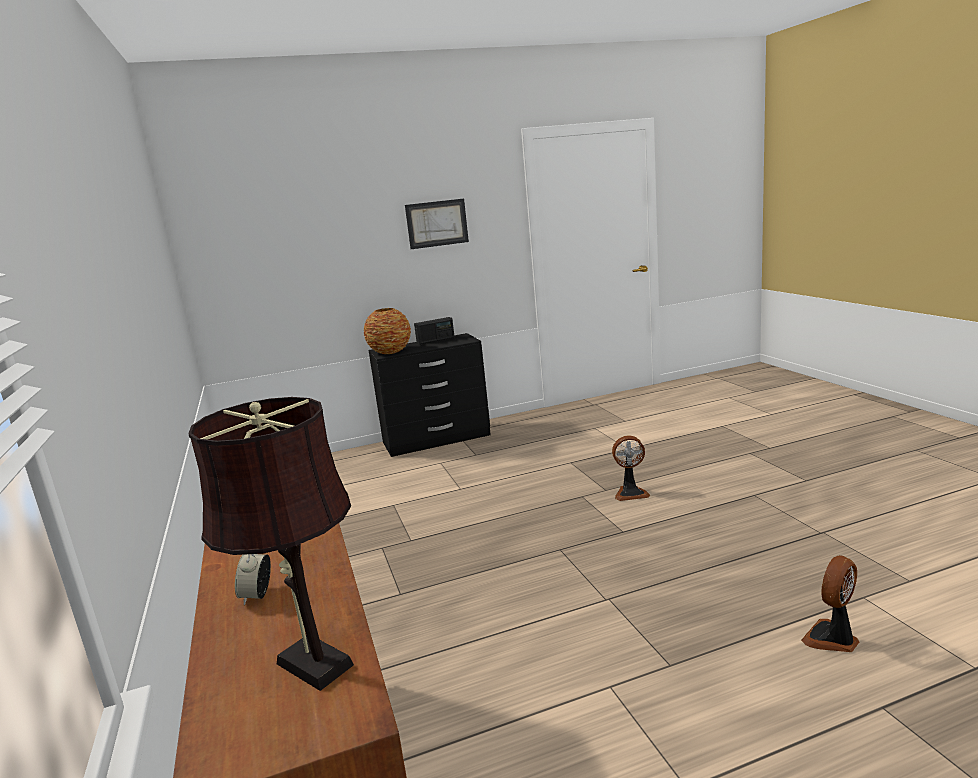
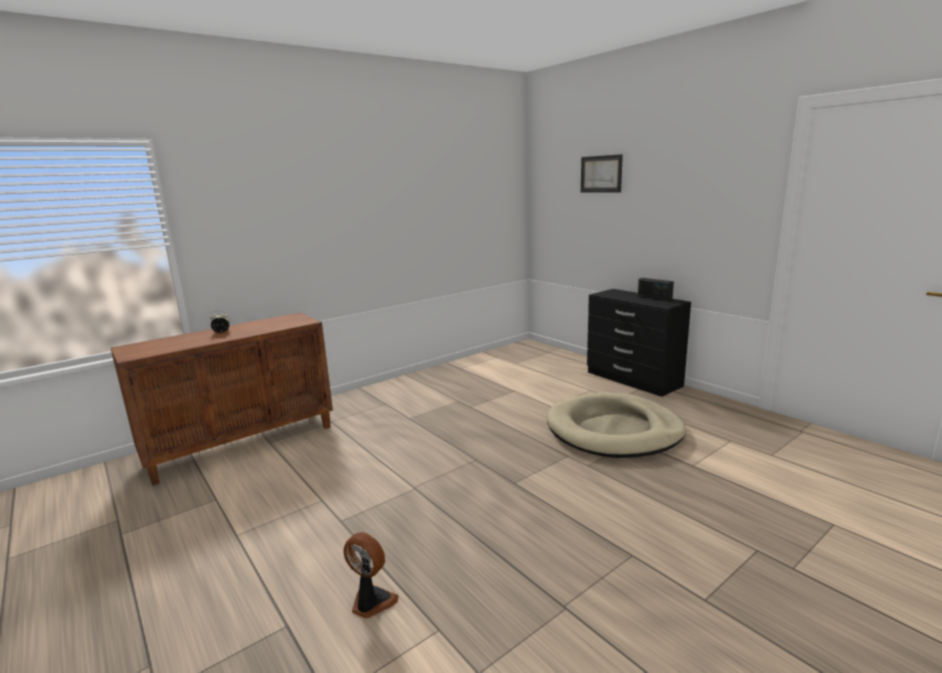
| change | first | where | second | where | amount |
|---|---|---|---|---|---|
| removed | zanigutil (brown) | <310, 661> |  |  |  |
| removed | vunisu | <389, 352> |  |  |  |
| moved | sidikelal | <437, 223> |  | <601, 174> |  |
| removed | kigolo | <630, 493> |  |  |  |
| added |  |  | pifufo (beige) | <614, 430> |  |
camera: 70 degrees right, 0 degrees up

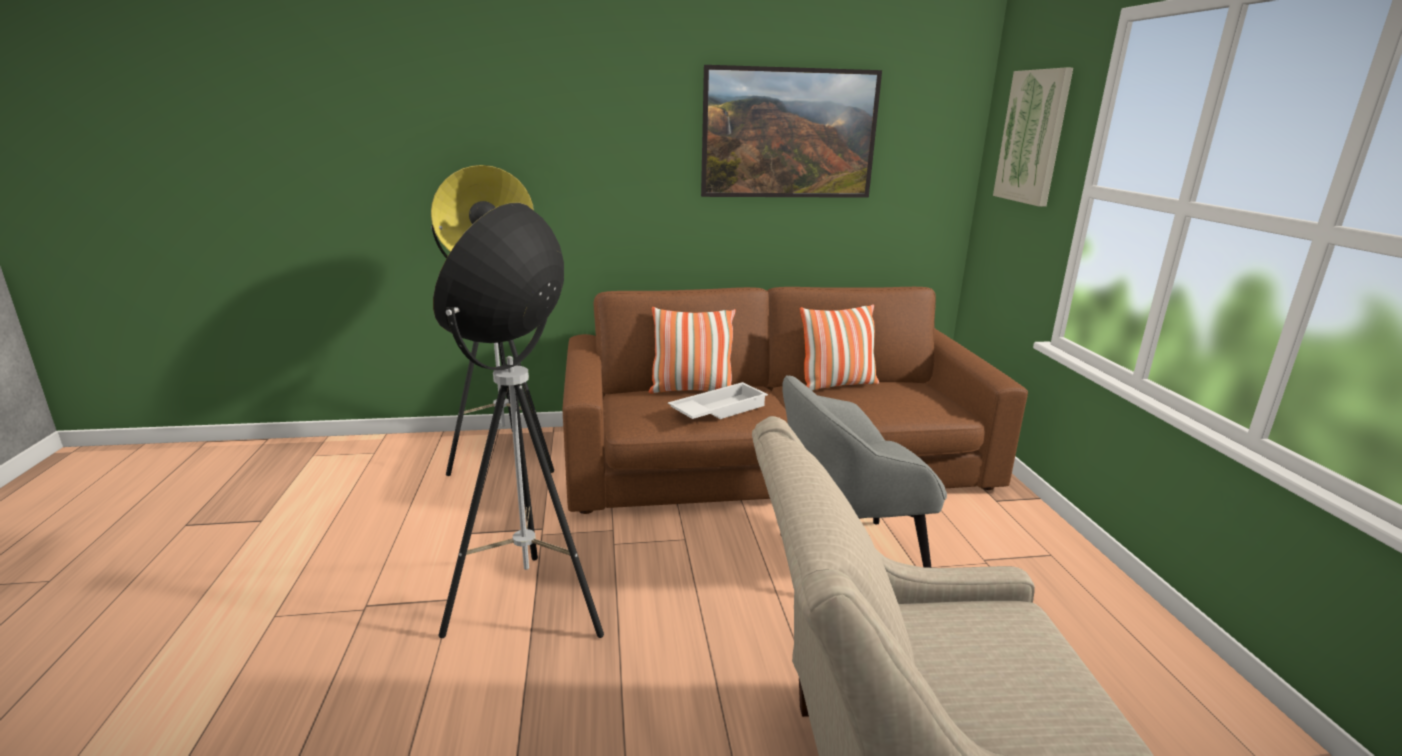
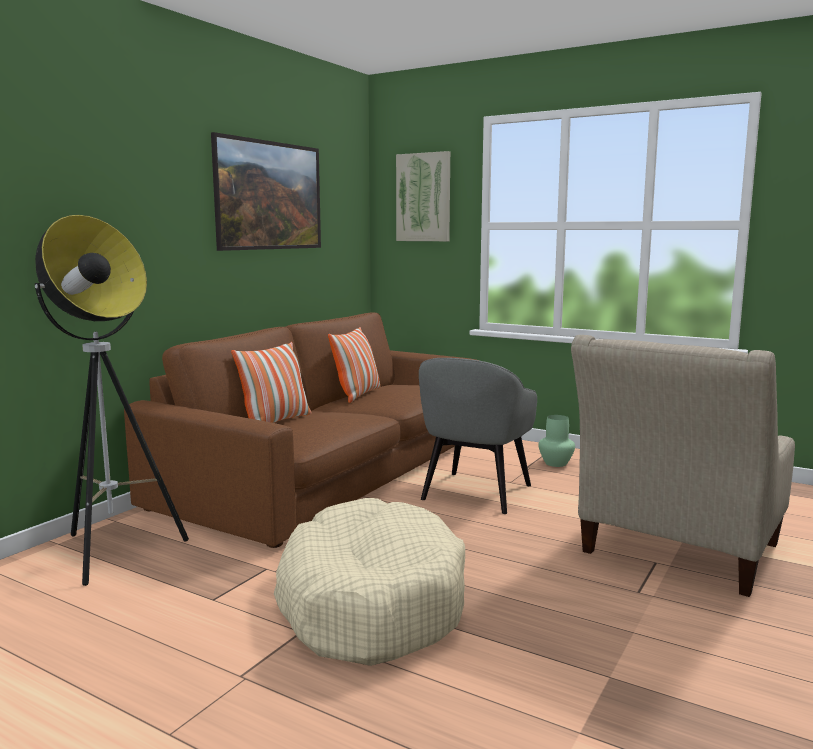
| change | first | where | second | where | amount |
|---|---|---|---|---|---|
| replaced | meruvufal | <530, 610> | pifufo (beige) | <370, 603> |  |
| removed | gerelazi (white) | <718, 409> |  |  |  |
| added |  |  | vunisu (green) | <556, 463> |  |
camera: 50 degrees left, 10 degrees down

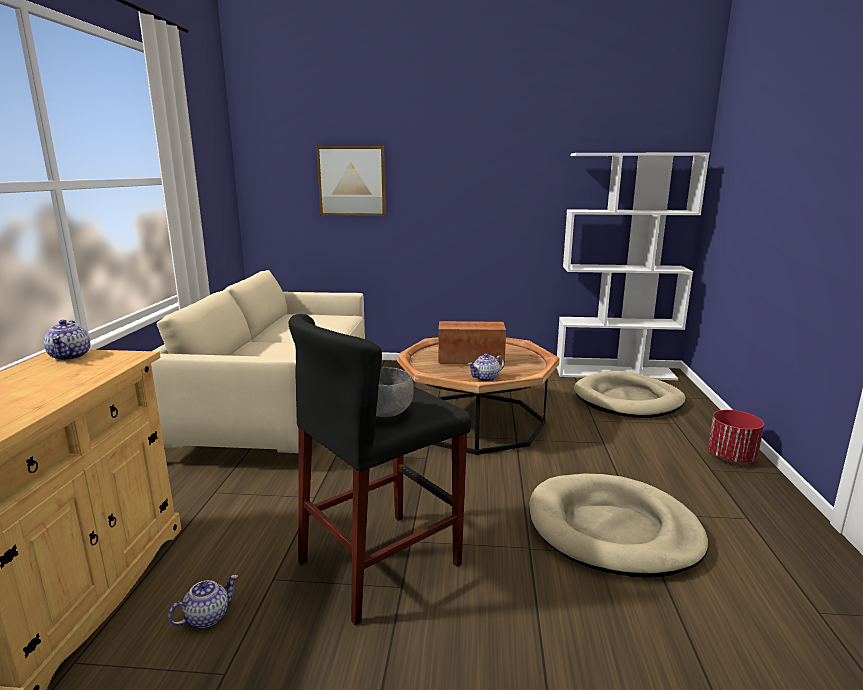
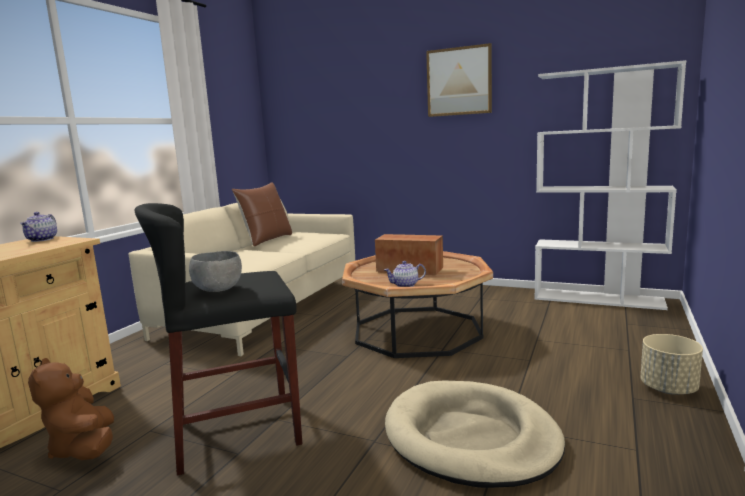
| change | first | where | second | where | amount |
|---|---|---|---|---|---|
| replaced | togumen | <207, 616> | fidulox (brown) | <84, 448> |  |
| moved | sidikelal | <352, 181> |  | <459, 81> |  |
| removed | pifufo (beige) | <628, 400> |  |  |  |
| recoloured | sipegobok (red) | <731, 458> | sipegobok (beige) | <669, 389> |  |
| added |  |  | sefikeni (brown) | <266, 240> |  |
camera: 20 degrees right, 5 degrees down

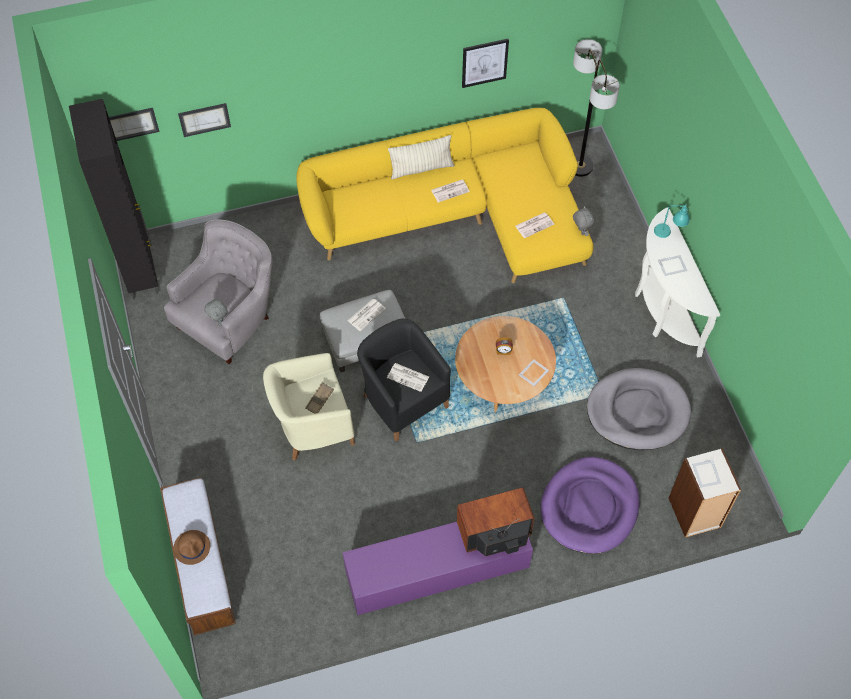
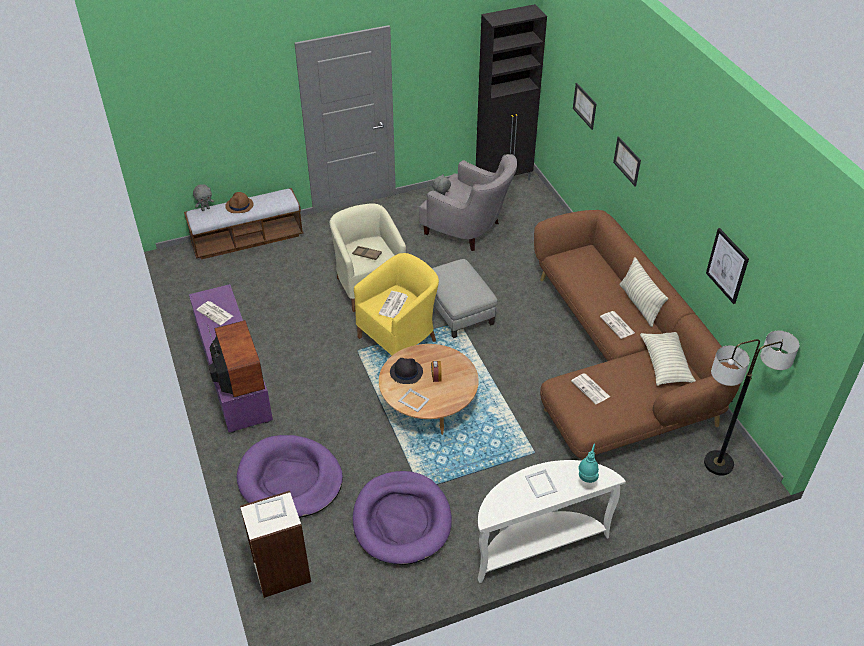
| change | first | where | second | where | amount |
|---|---|---|---|---|---|
| moved | sidikelal | <131, 124> |  | <627, 161> |  |
| recoloured | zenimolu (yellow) | <457, 215> | zenimolu (brown) | <617, 363> |  |
| moved | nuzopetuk | <366, 314> |  | <215, 313> |  |
| recoloured | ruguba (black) | <403, 400> | ruguba (yellow) | <399, 339> |  |
| moved | fidulox (grey) | <580, 231> |  | <205, 209> |  |
| recoloured | pifufo (grey) | <637, 411> | pifufo (purple) | <401, 520> |  |
| added |  |  | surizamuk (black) | <406, 372> |  |
| added |  |  | sefikeni | <665, 365> |  |
camera: 85 degrees right, 15 degrees down

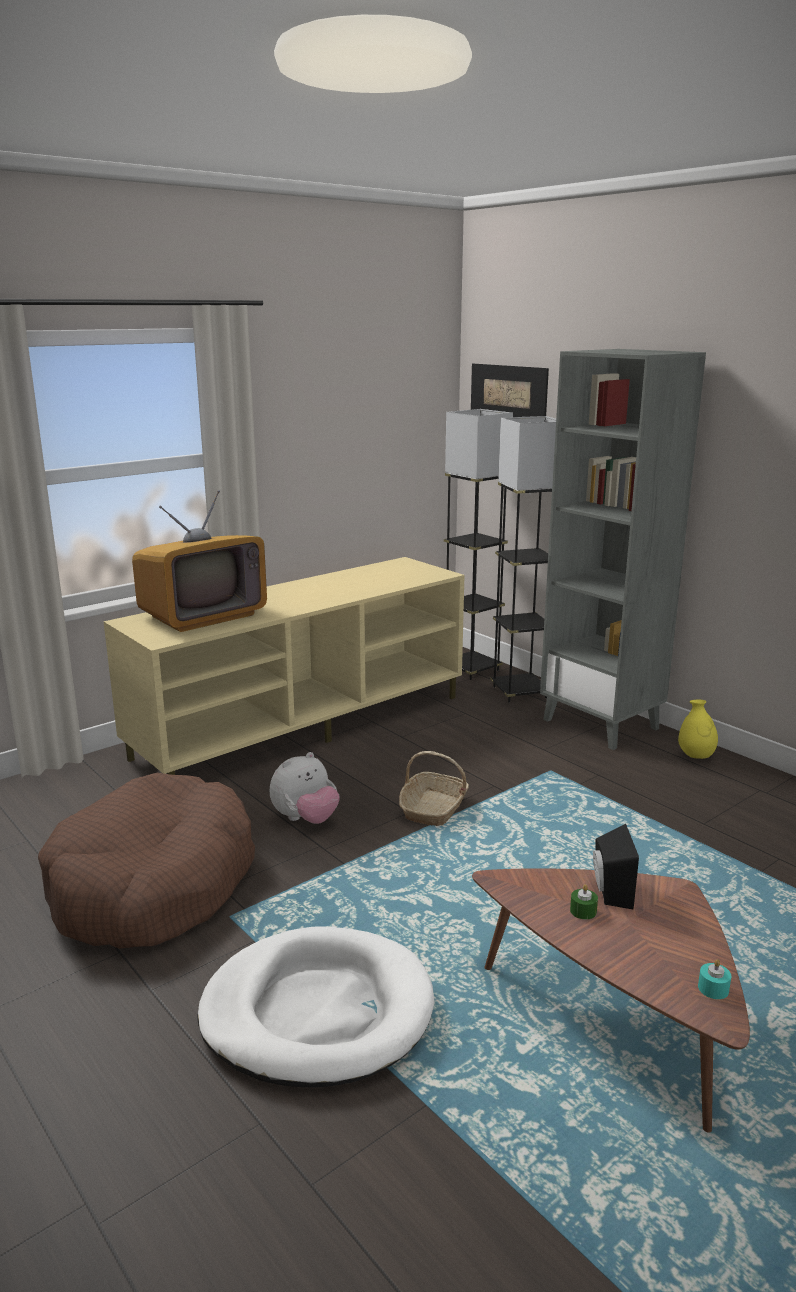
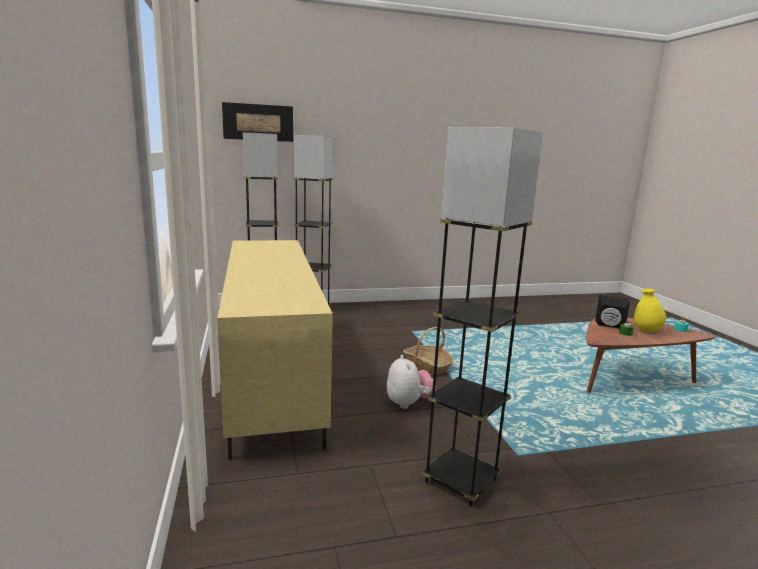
| change | first | where | second | where | amount |
|---|---|---|---|---|---|
| replaced | pifufo (brown) | <153, 884> | meruvufal (grey) | <460, 481> |  |
| removed | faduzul | <203, 616> |  |  |  |
| removed | pifufo (white) | <317, 1012> |  |  |  |
| removed | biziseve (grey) | <601, 724> |  |  |  |
| moved | vunisu (yellow) | <695, 756> |  | <646, 331> |  |
camera: 65 degrees left, 5 degrees down

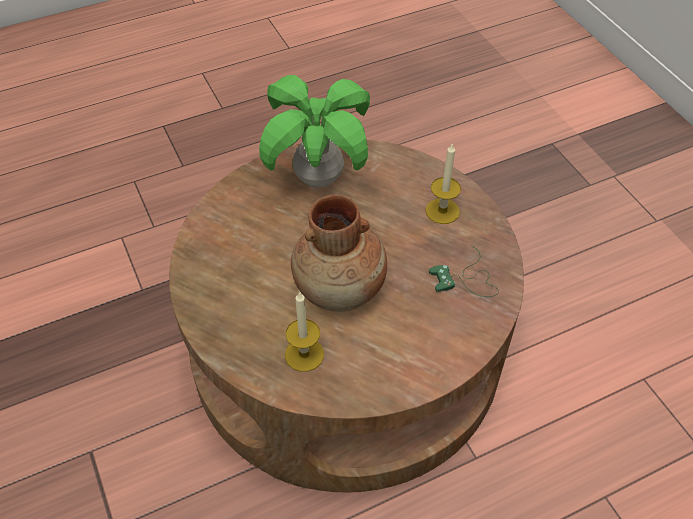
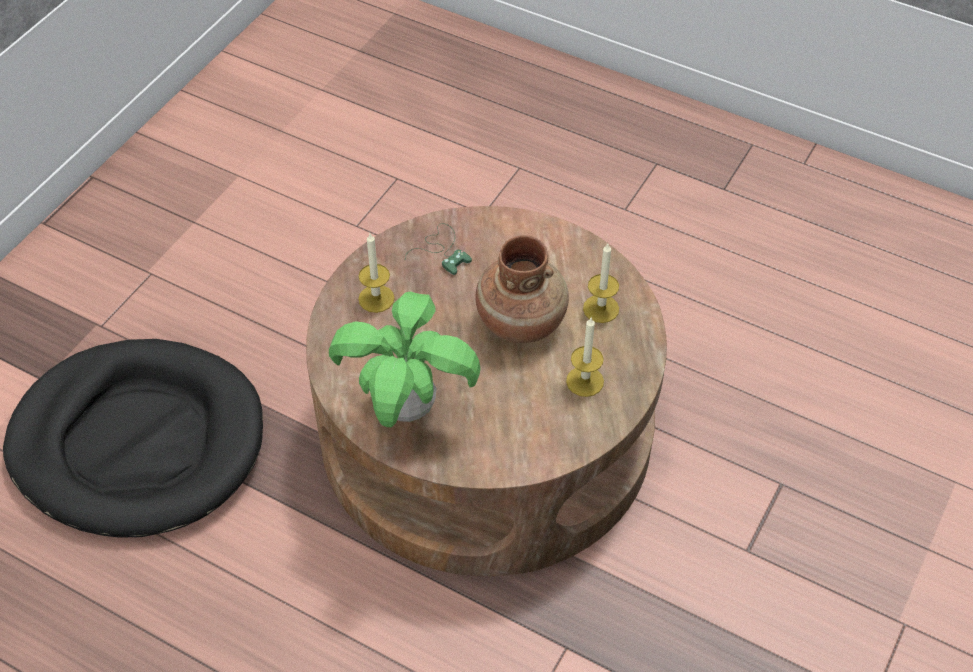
| change | first | where | second | where | amount |
|---|---|---|---|---|---|
| added |  |  | pifufo (black) | <138, 442> |  |
| added |  |  | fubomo | <585, 381> |  |
camera: 125 degrees left, 0 degrees up

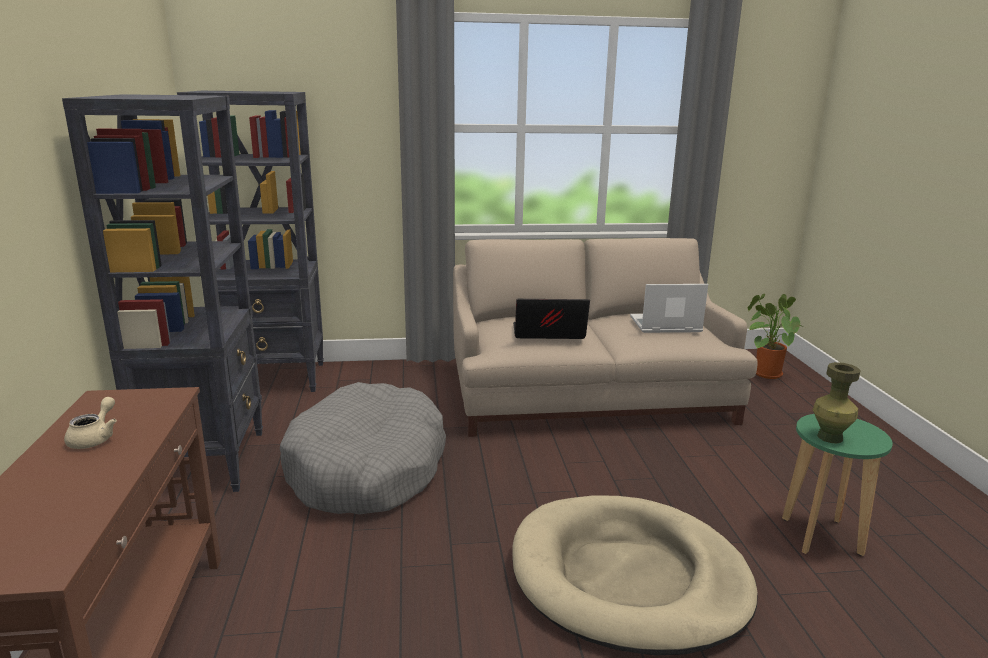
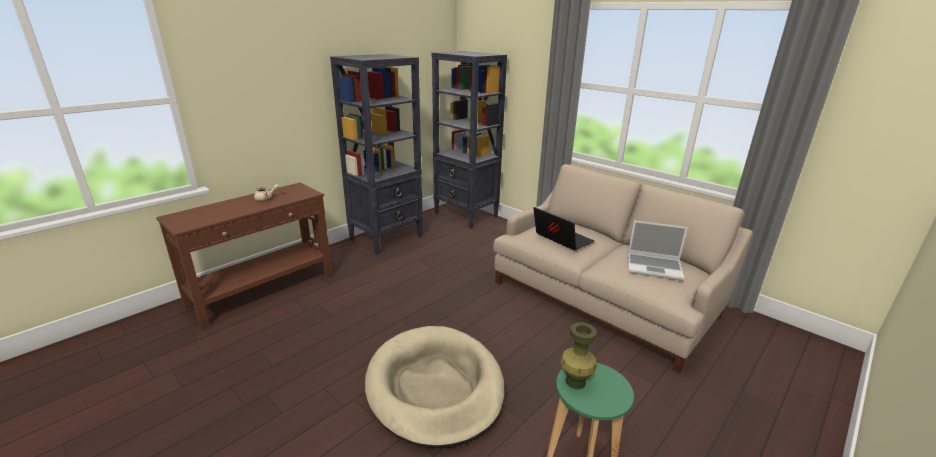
| change | first | where | second | where | amount |
|---|---|---|---|---|---|
| removed | pifufo (grey) | <367, 469> |  |  |  |
| turned | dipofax | <664, 325> |  | <654, 267> | 150 degrees clockwise |
| removed | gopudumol | <765, 372> |  |  |  |
camera: 50 degrees right, 5 degrees up

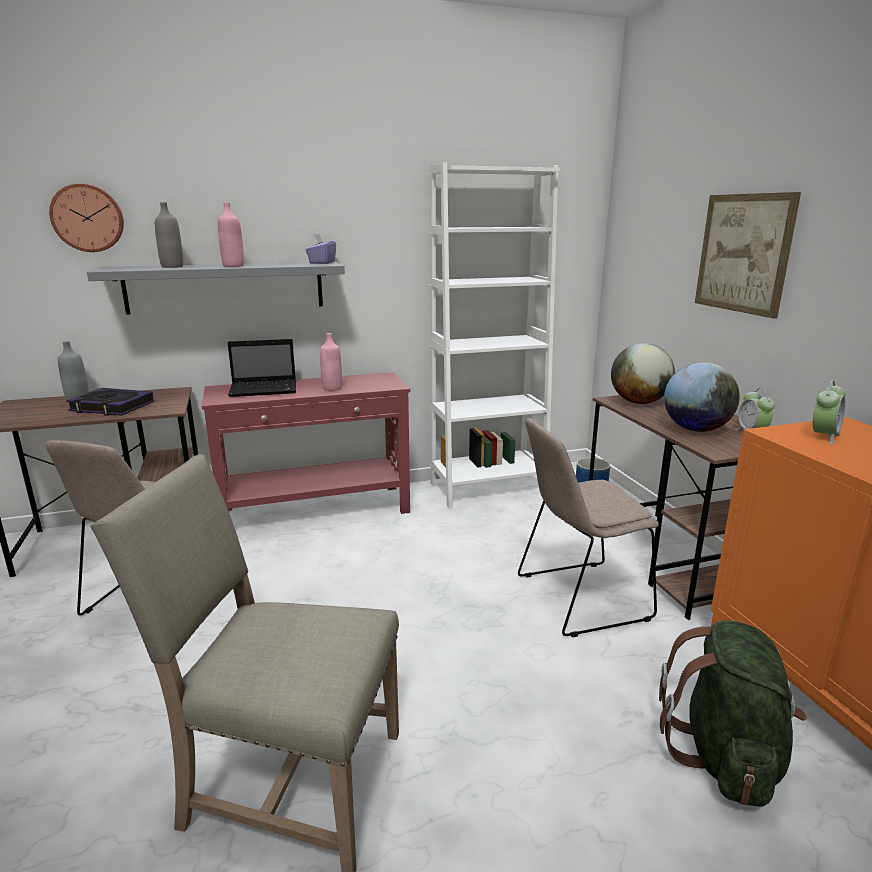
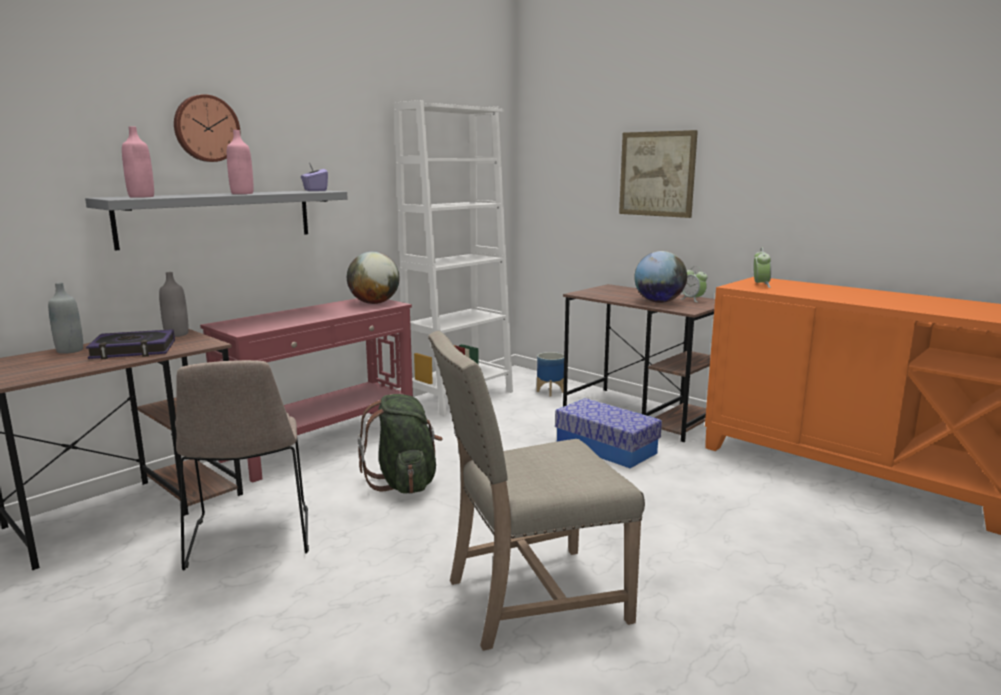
| change | first | where | second | where | amount |
|---|---|---|---|---|---|
| moved | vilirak | <88, 218> |  | <206, 128> |  |
| moved | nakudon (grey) | <172, 267> |  | <176, 334> |  |
| removed | dipofax | <265, 389> |  |  |  |
| moved | nakudon (pink) | <332, 388> |  | <141, 197> |  |
| replaced | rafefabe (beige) | <578, 598> | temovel | <605, 448> |  |
| moved | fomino | <639, 402> |  | <374, 303> |  |
| moved | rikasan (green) | <724, 755> |  | <404, 482> |  |
camera: 30 degrees left, 5 degrees down

